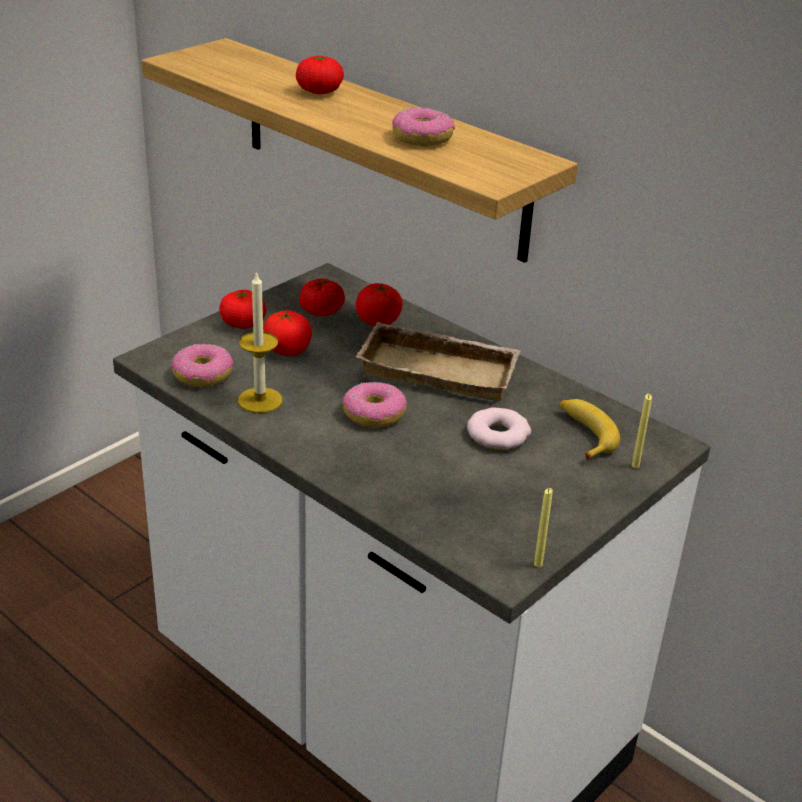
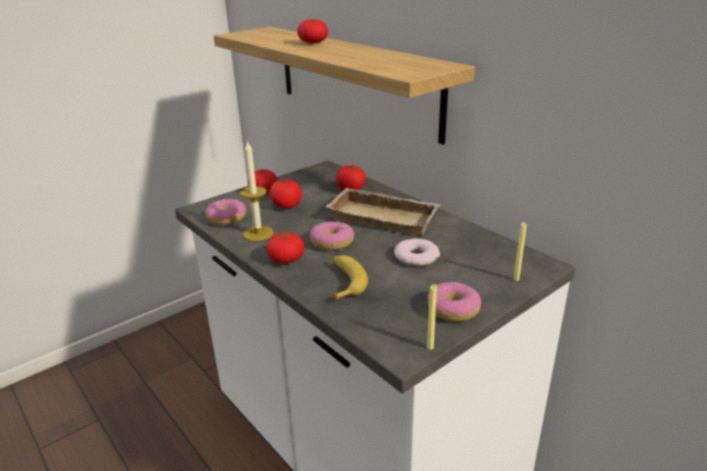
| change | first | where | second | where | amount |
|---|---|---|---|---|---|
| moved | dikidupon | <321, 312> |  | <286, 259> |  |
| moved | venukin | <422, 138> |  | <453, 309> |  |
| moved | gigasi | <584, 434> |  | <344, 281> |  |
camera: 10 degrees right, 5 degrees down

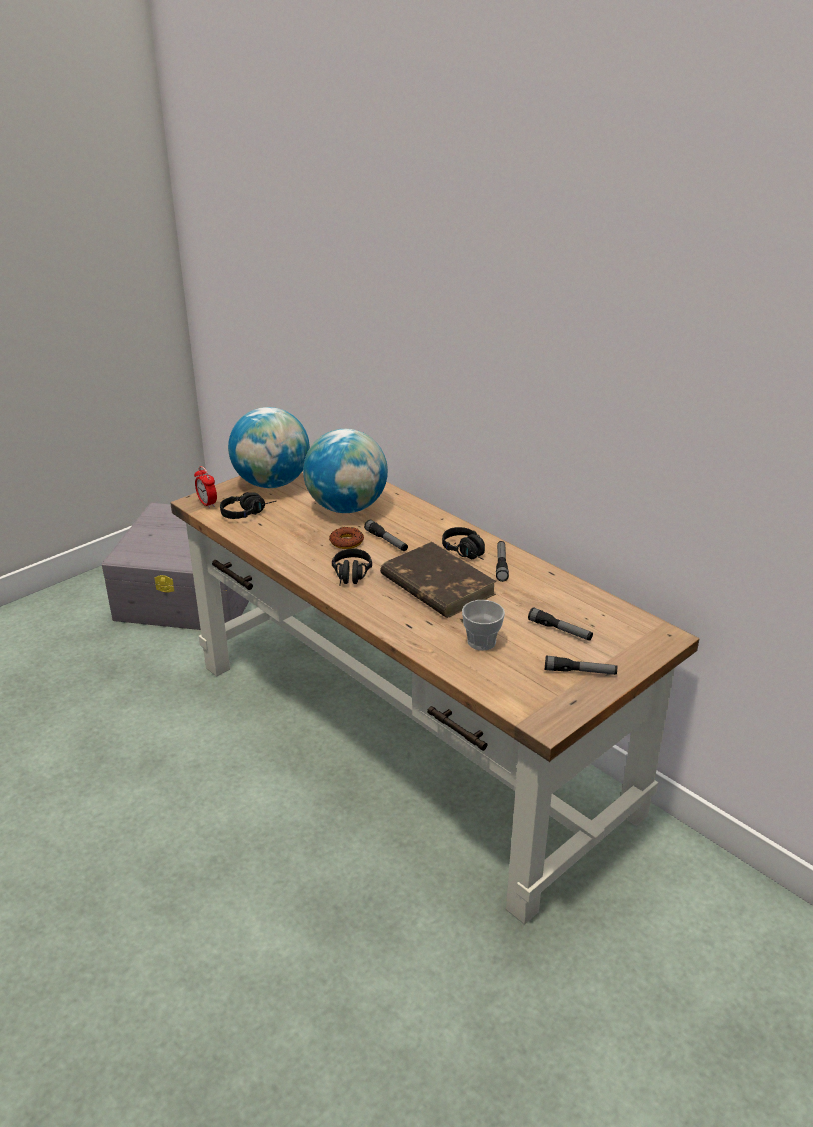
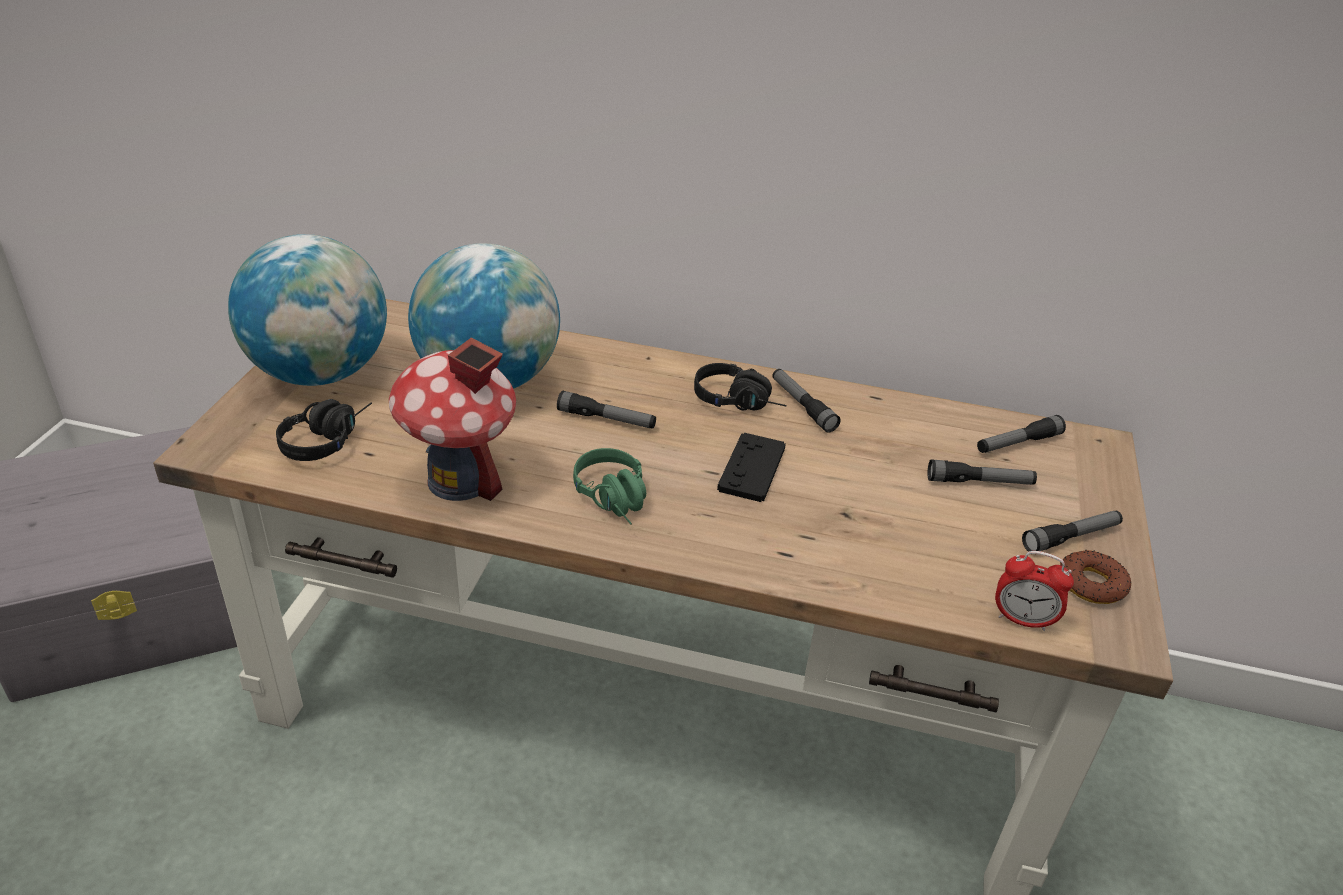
| change | first | where | second | where | amount |
|---|---|---|---|---|---|
| moved | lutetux | <207, 504> |  | <1022, 620> |  |
| moved | venukin | <346, 542> |  | <1091, 584> |  |
| recoloured | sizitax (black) | <351, 577> | sizitax (green) | <617, 501> |  |
| replaced | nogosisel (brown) | <436, 585> | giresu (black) | <752, 468> |  |
| removed | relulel | <481, 642> |  |  |  |
| added |  |  | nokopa | <460, 480> |  |
| added |  |  | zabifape | <1018, 443> |  |
camera: 35 degrees left, 5 degrees up

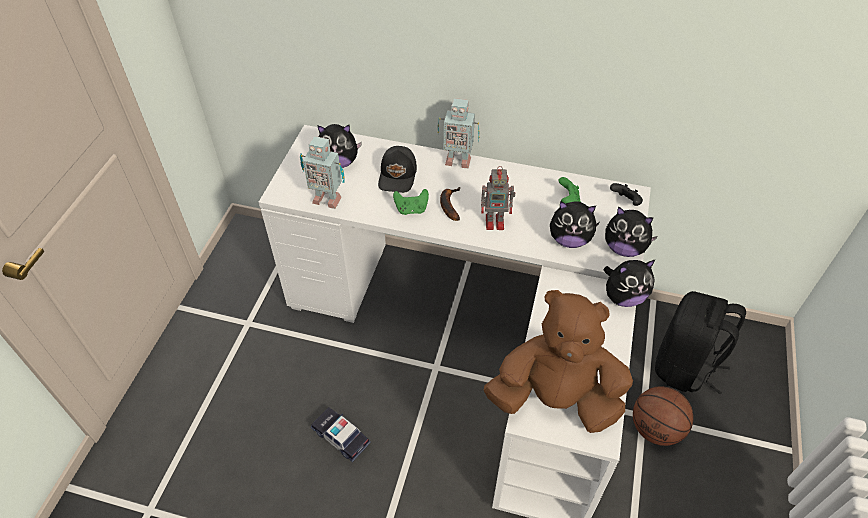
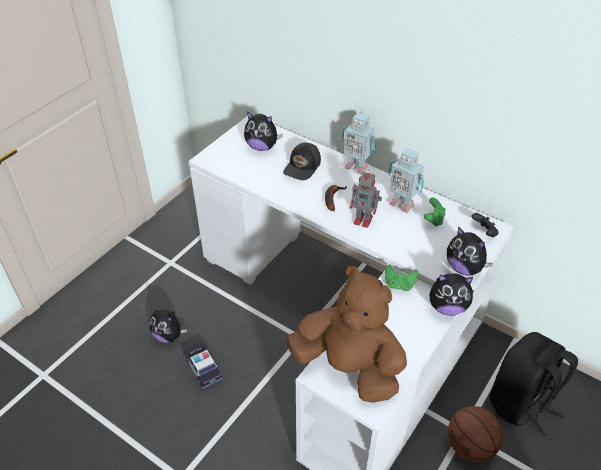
| change | first | where | second | where | amount |
|---|---|---|---|---|---|
| moved | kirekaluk | <327, 198> |  | <401, 203> |  |
| moved | giresu (green) | <411, 209> |  | <399, 285> |  |
| moved | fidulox | <569, 239> |  | <168, 335> |  |
camera: 20 degrees right, 5 degrees down

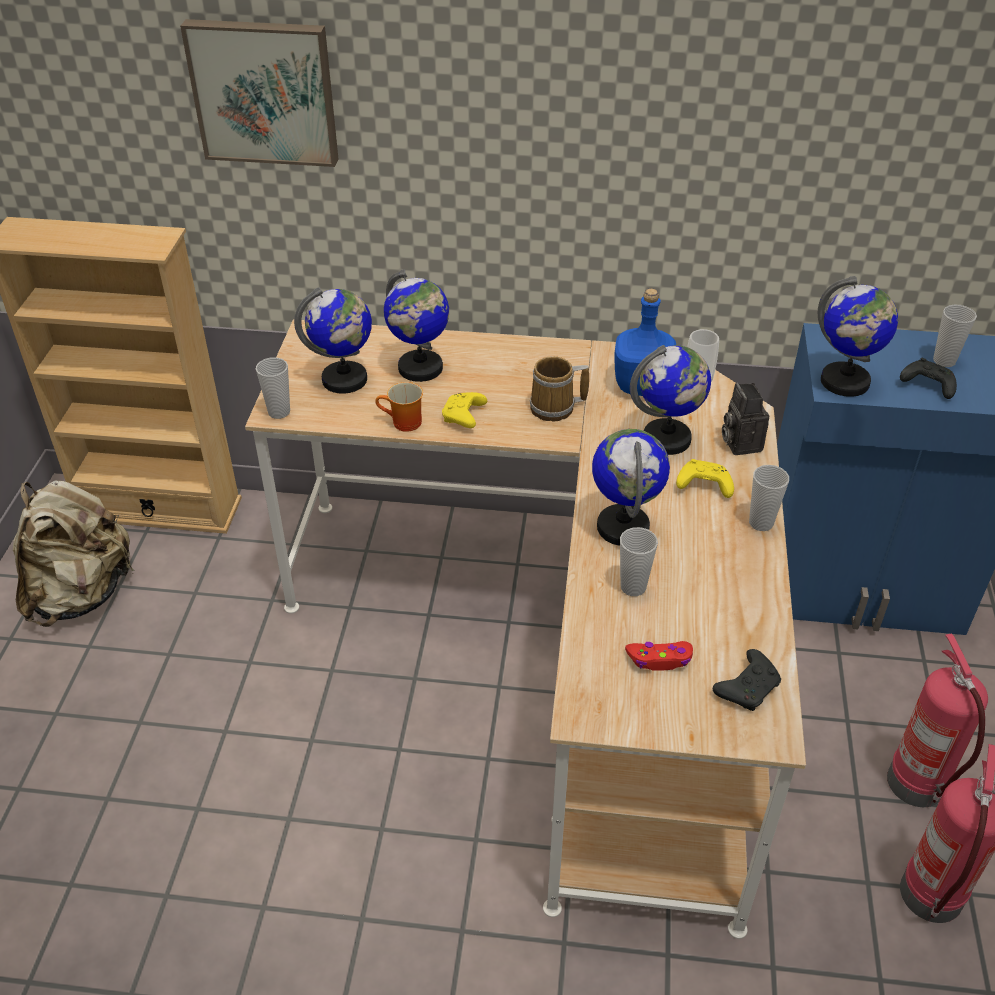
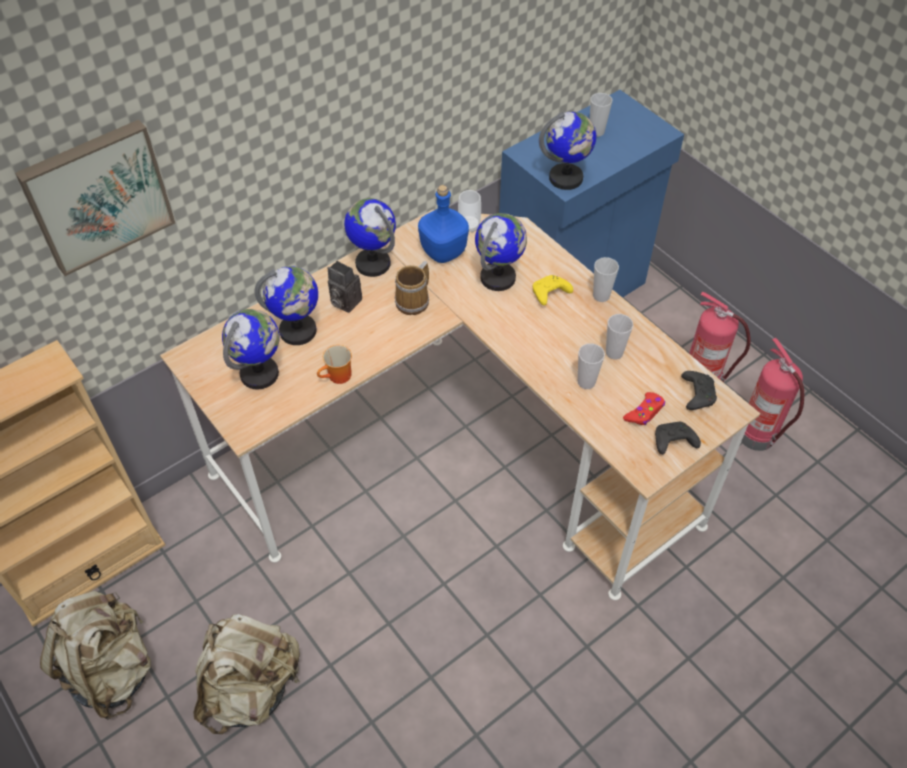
| change | first | where | second | where | amount |
|---|---|---|---|---|---|
| moved | relulel | <279, 412> |  | <614, 353> |  |
| removed | giresu (yellow) | <464, 417> |  |  |  |
| moved | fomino | <623, 527> |  | <373, 263> |  |
| moved | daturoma | <739, 442> |  | <344, 302> |  |
| moved | giresu (black) | <926, 385> |  | <672, 442> |  |
| added |  |  | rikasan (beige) | <251, 688> |  |
camera: 45 degrees left, 10 degrees up

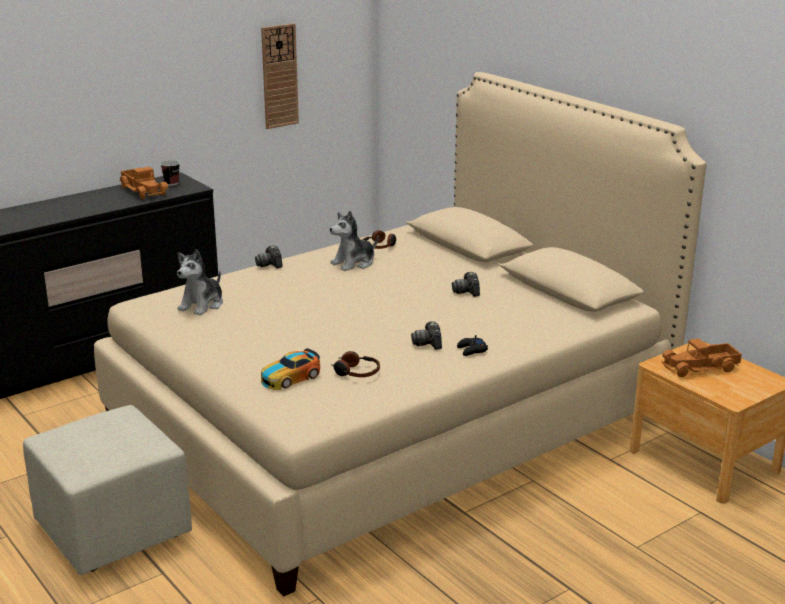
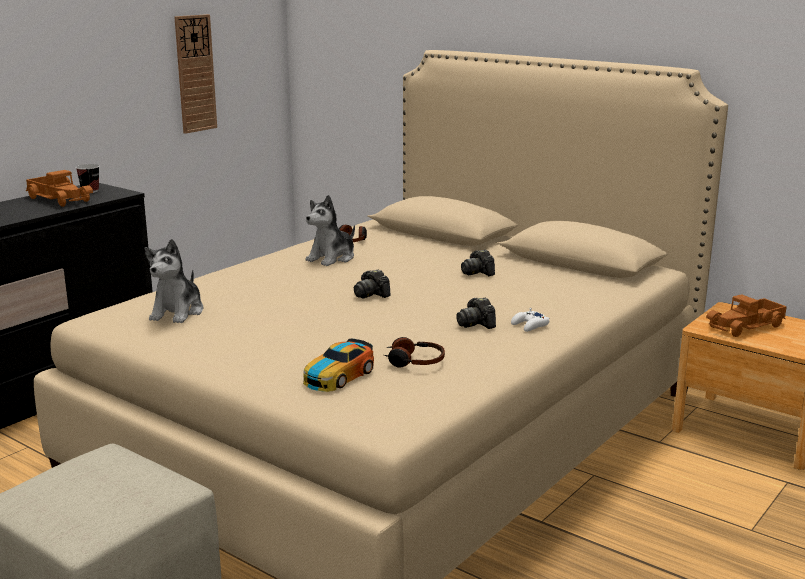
| change | first | where | second | where | amount |
|---|---|---|---|---|---|
| moved | daturoma | <270, 264> |  | <371, 294> |  |
| recoloured | giresu (black) | <472, 350> | giresu (white) | <530, 325> |  |
camera: 15 degrees left, 5 degrees down

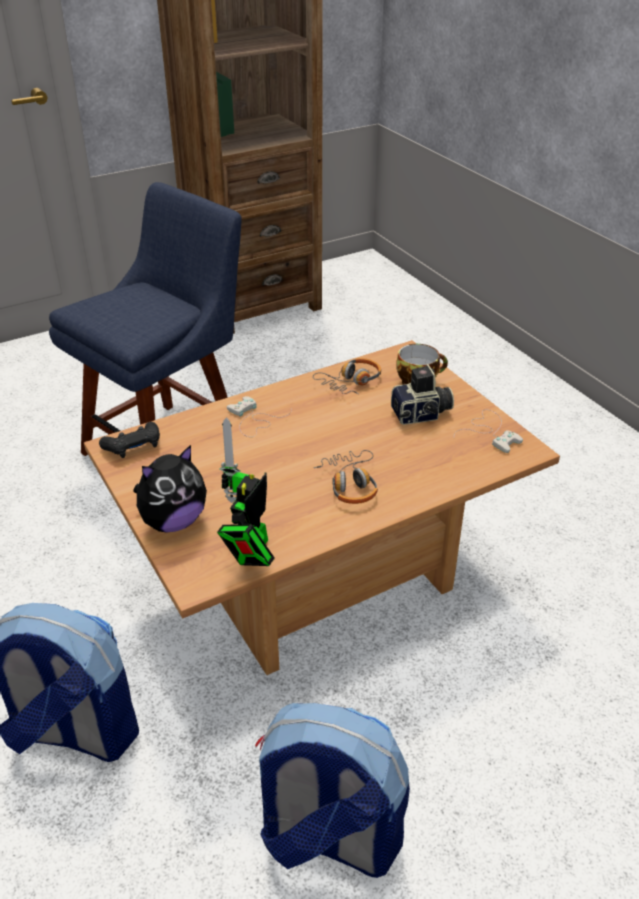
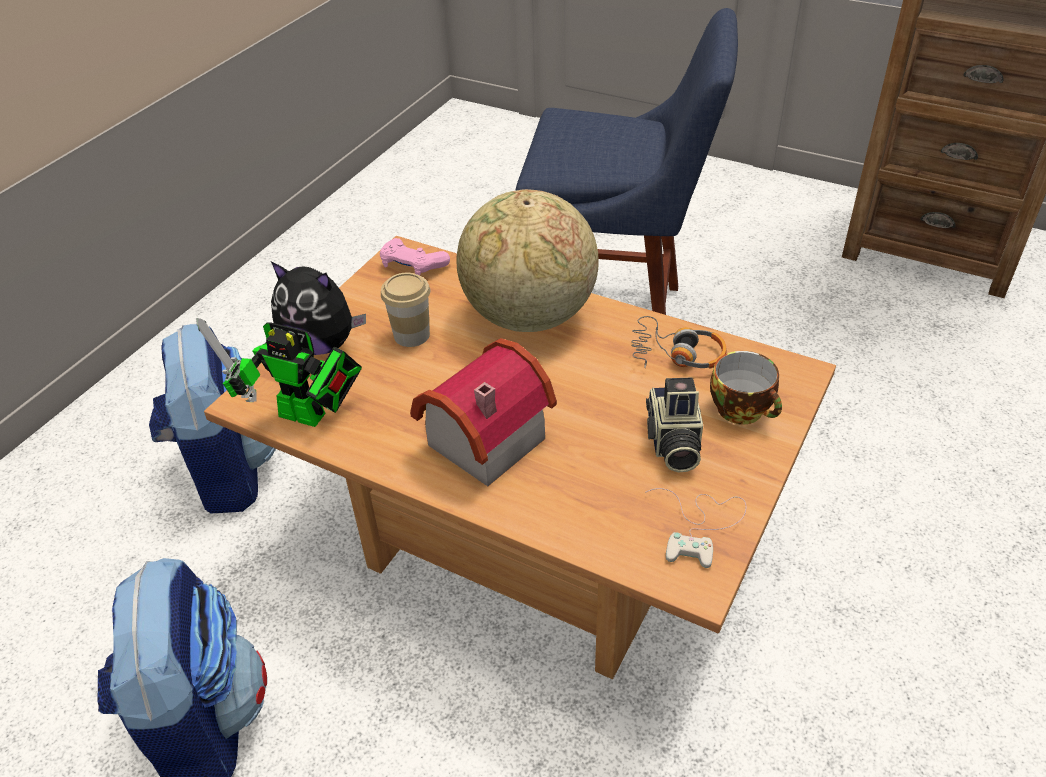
| change | first | where | second | where | amount |
|---|---|---|---|---|---|
| recoloured | giresu (black) | <133, 447> | giresu (pink) | <413, 265> |  |
| turned | kirekaluk | <249, 553> |  | <309, 417> | 150 degrees counterclockwise |
| replaced | giresu (white) | <253, 420> | fomino | <528, 317> |  |
| replaced | sizitax | <350, 484> | nokopa | <479, 440> |  |
| turned | daturoma | <422, 415> |  | <672, 443> | 45 degrees clockwise |
| added |  |  | relulel | <411, 335> |  |
camera: 60 degrees right, 5 degrees up

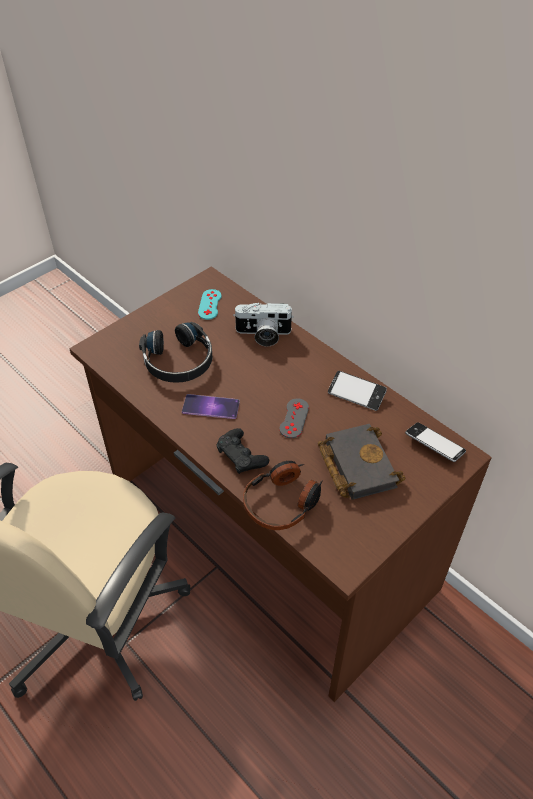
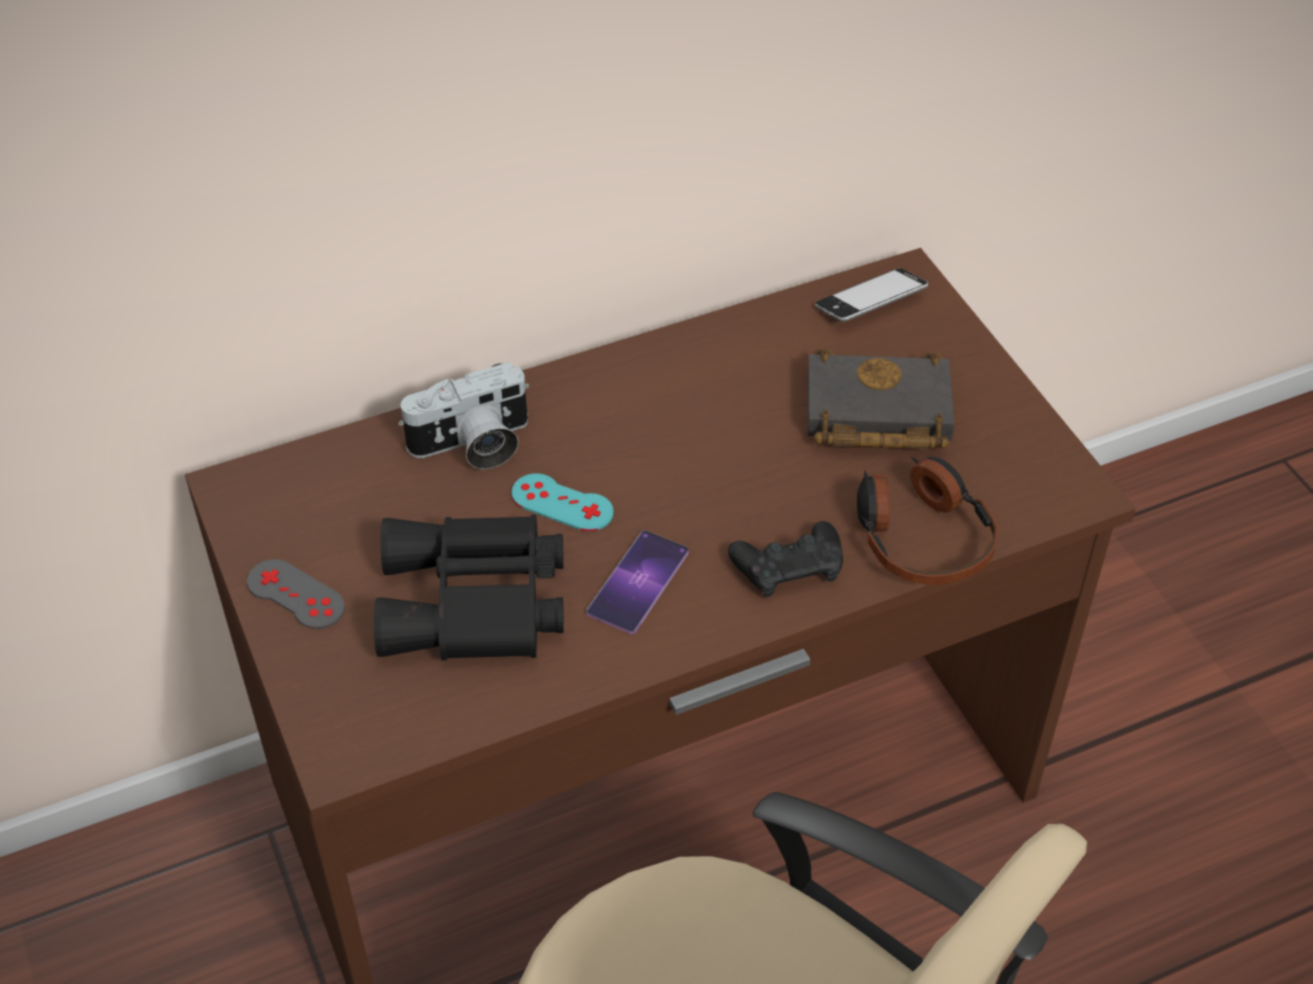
| change | first | where | second | where | amount |
|---|---|---|---|---|---|
| replaced | sizitax (black) | <179, 361> | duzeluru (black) | <476, 605> |  |
| moved | giresu (turquoise) | <209, 304> |  | <562, 503> |  |
| turned | daturoma | <263, 335> |  | <473, 446> | 45 degrees clockwise |
| moved | giresu (grey) | <294, 418> |  | <295, 595> |  |
| removed | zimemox | <356, 394> |  |  |  |
camera: 70 degrees left, 0 degrees up

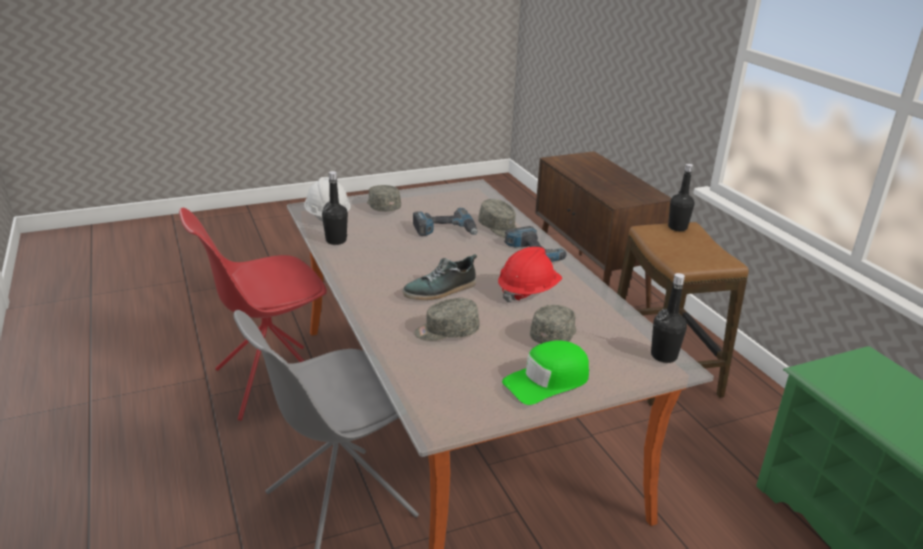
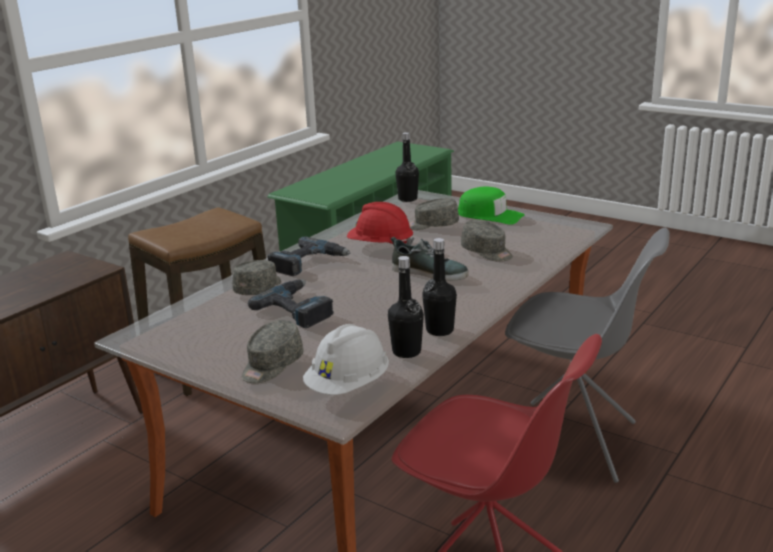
| change | first | where | second | where | amount |
|---|---|---|---|---|---|
| moved | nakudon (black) | <677, 227> |  | <439, 330> |  |
camera: 120 degrees left, 5 degrees down

